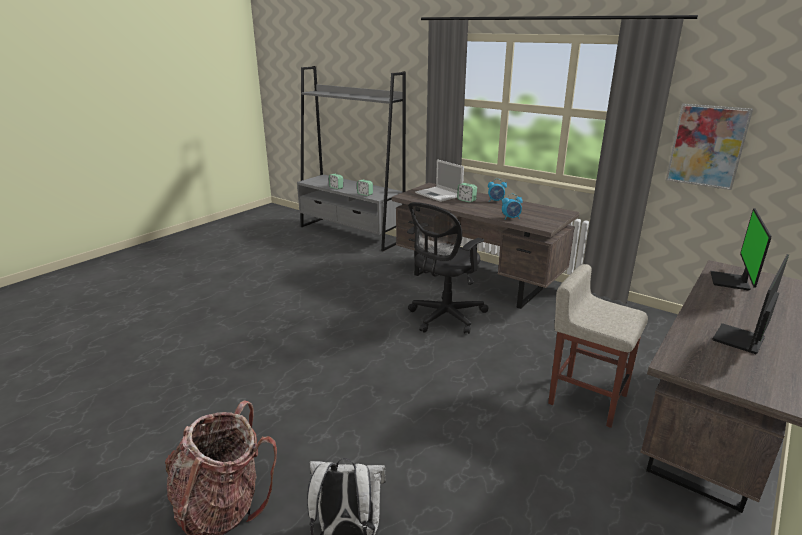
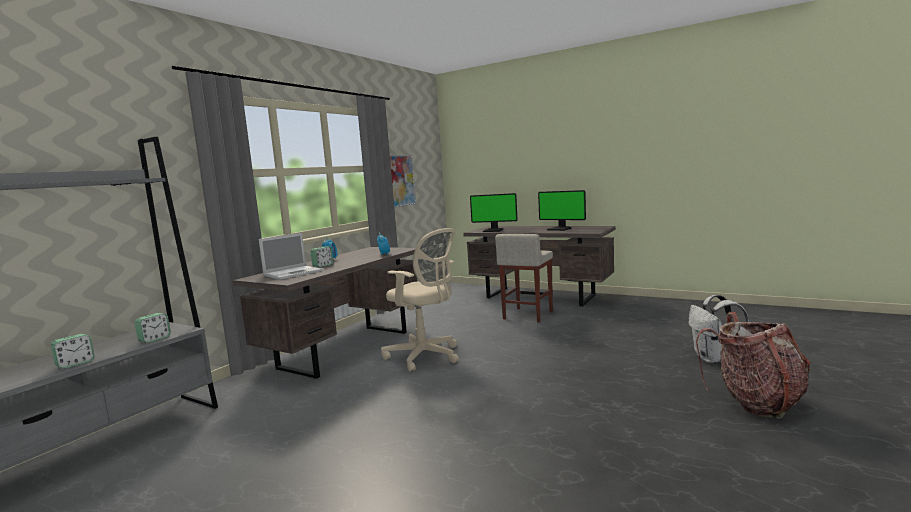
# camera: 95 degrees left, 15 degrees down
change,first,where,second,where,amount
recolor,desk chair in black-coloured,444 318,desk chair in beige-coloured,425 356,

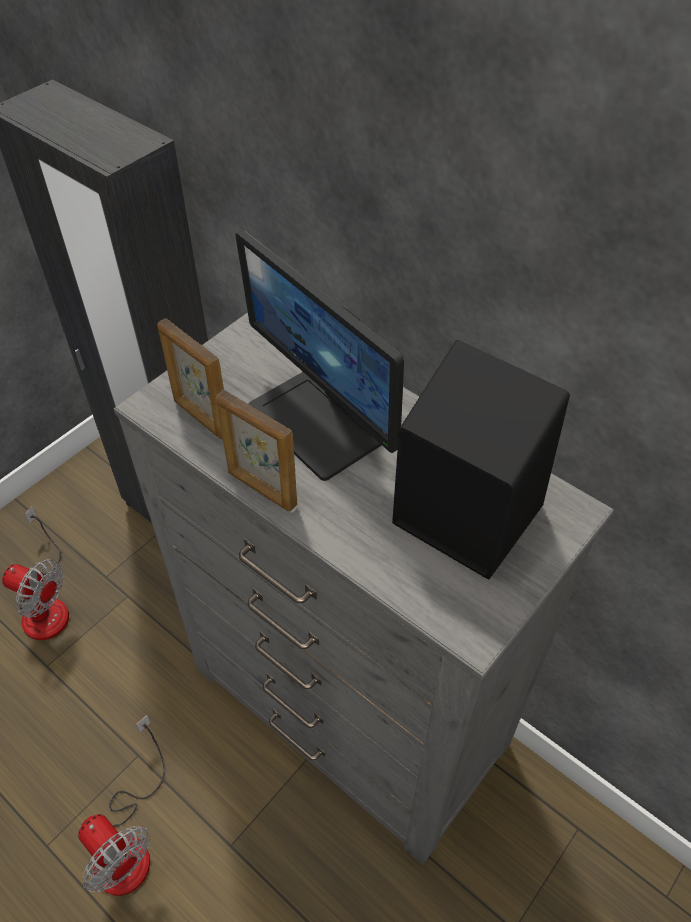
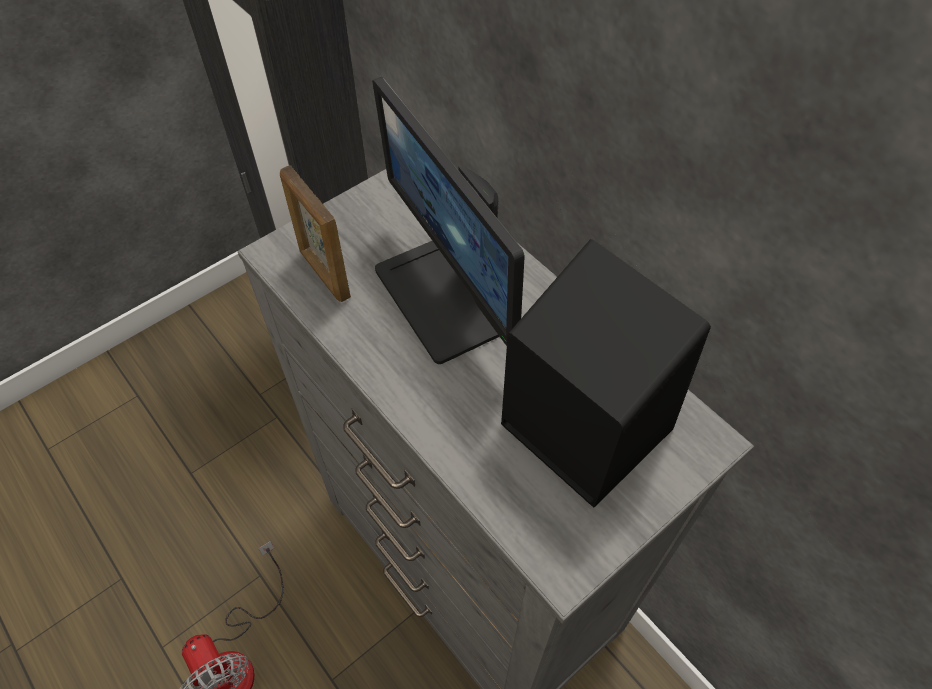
# camera: 10 degrees right, 5 degrees up
change,first,where,second,where,amount
delete,photo frame,261 489,,,
delete,cooling fan,46 604,,,

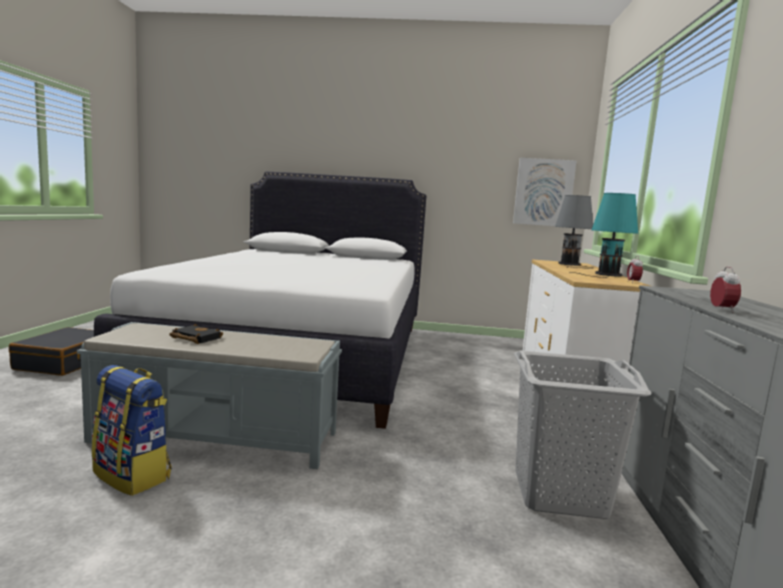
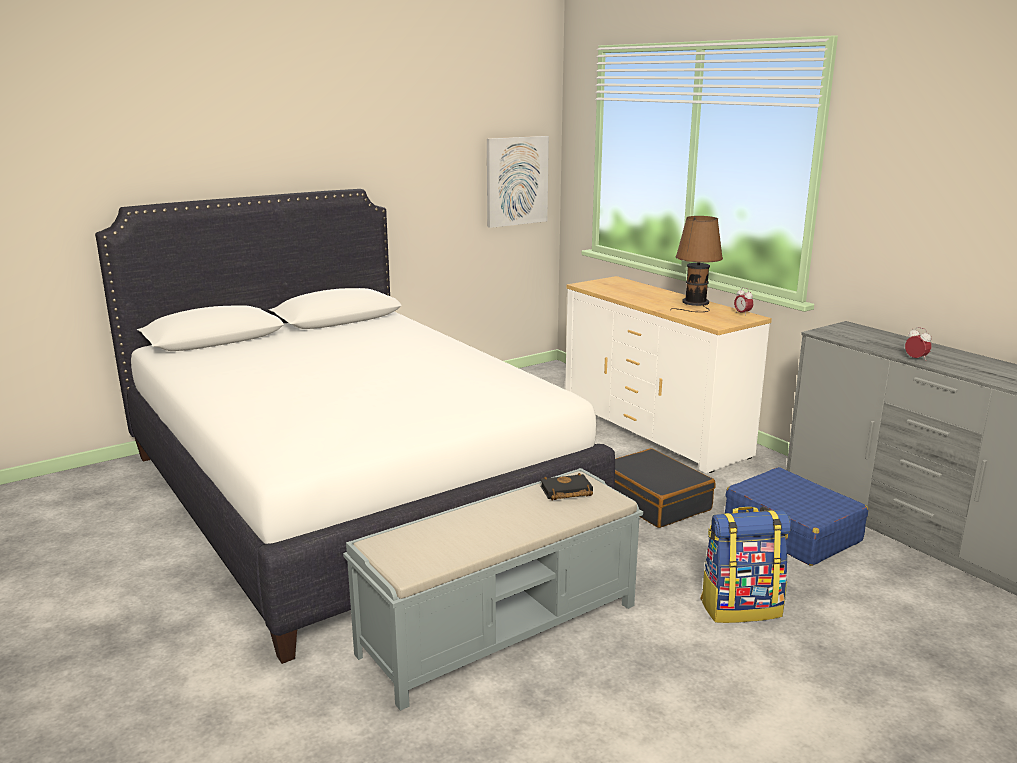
# camera: 40 degrees left, 10 degrees up
change,first,where,second,where,amount
recolor,lamp for a table in blue-green,606 275,lamp for a table in brownish,695 303,
delete,lamp for a table in greyish,570 265,,,
move,bound book in black-coloured,194 338,,565 492,
move,travel case in black-coloured,66 362,,654 501,
replace,laundry basket in greyish,560 494,travel case in blue,792 531,
move,backpack,133 475,,741 607,

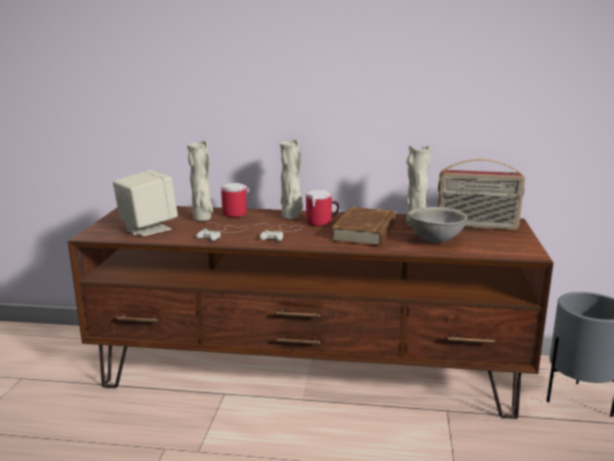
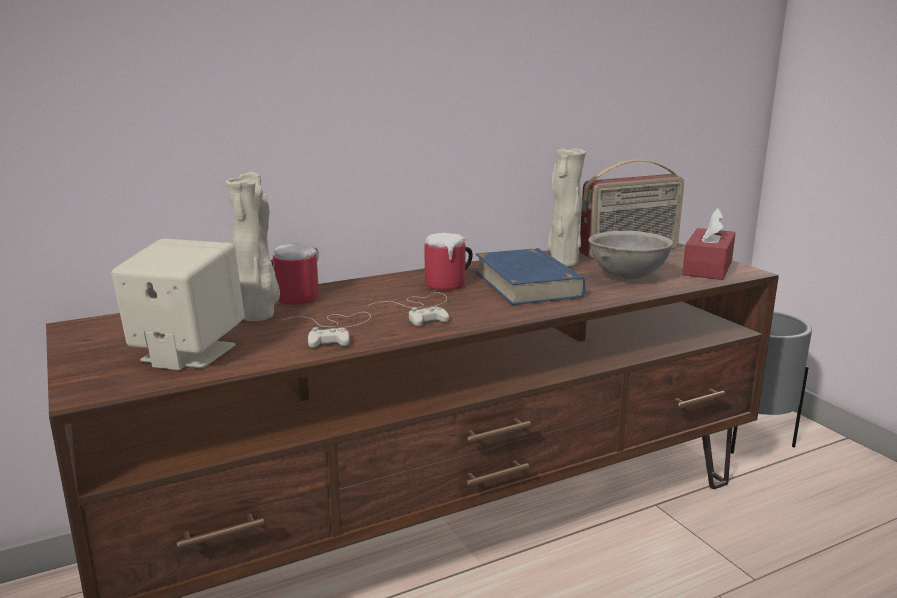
# camera: 35 degrees left, 0 degrees up
change,first,where,second,where,amount
delete,flower vase in beige-coloured,291 217,,,
recolor,bound book in brownish,365 231,bound book in blue,527 284,
insert,,,tissue holder in red,707 268,

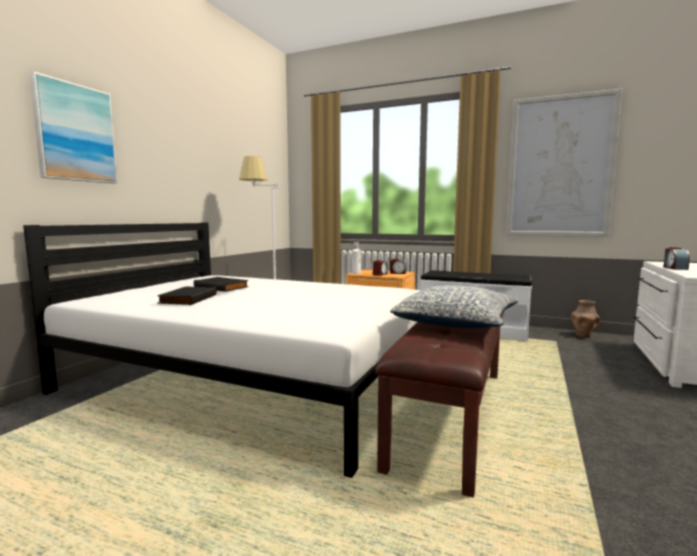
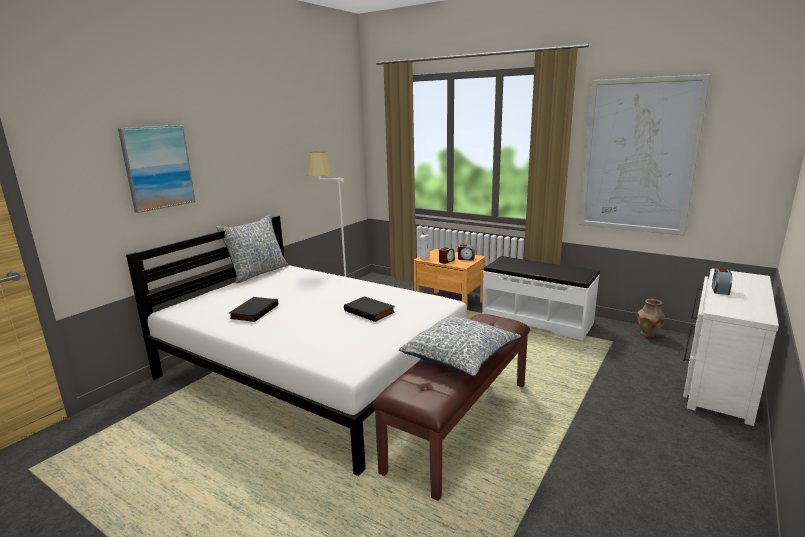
# camera: 10 degrees right, 10 degrees up
change,first,where,second,where,amount
move,bound book in black-coloured,222 287,,370 311,
insert,,,throw pillow,257 273,

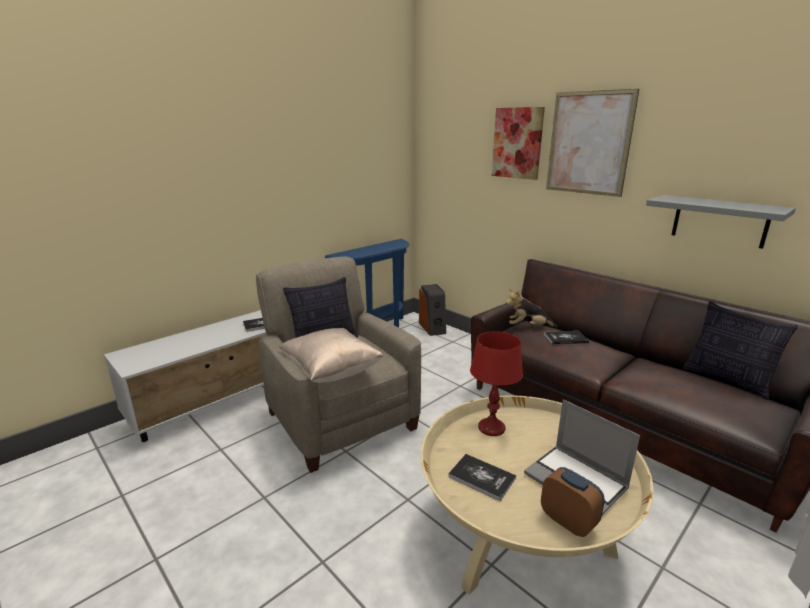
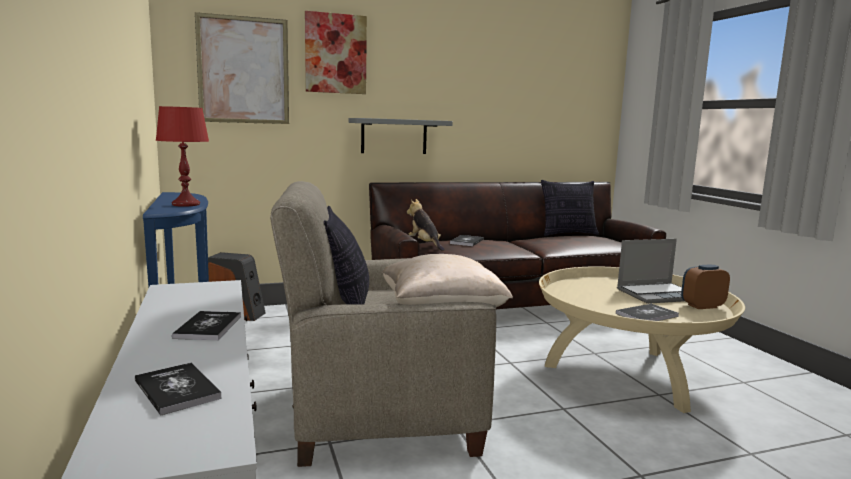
# camera: 65 degrees left, 10 degrees down
change,first,where,second,where,amount
move,wall art,588 143,,243 70,
move,wall shelf in greyish,719 221,,394 136,
rotate,cuddly toy,528 327,,425 245,120 degrees clockwise
move,lamp for a table in red,491 428,,185 204,
insert,,,bound book,177 389,

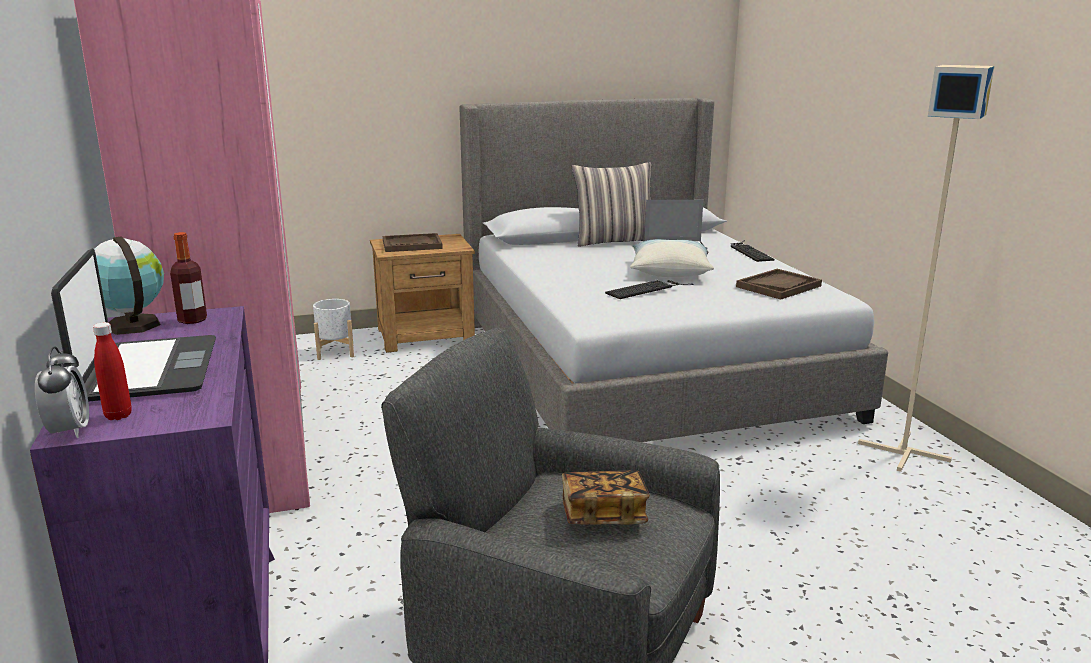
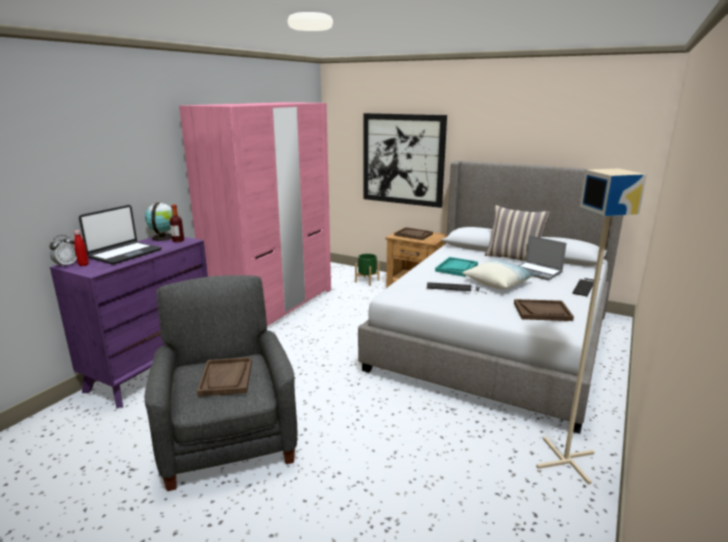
# camera: 45 degrees right, 0 degrees up
change,first,where,second,where,amount
recolor,flower pot in white,335 352,flower pot in green-coloured,367 281,
replace,bound book,603 515,tray in brownish,226 378,
insert,,,wall art,403 159,
insert,,,tray in blue-green,456 268,

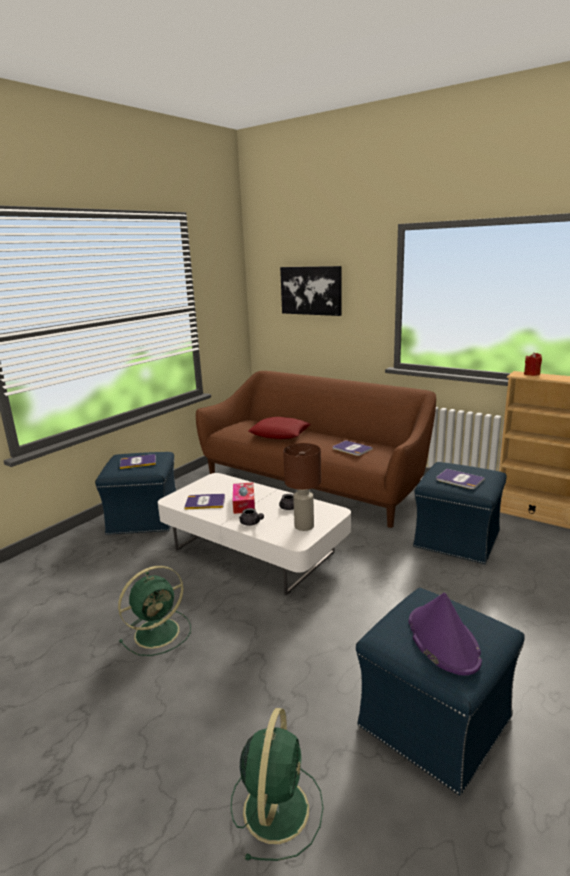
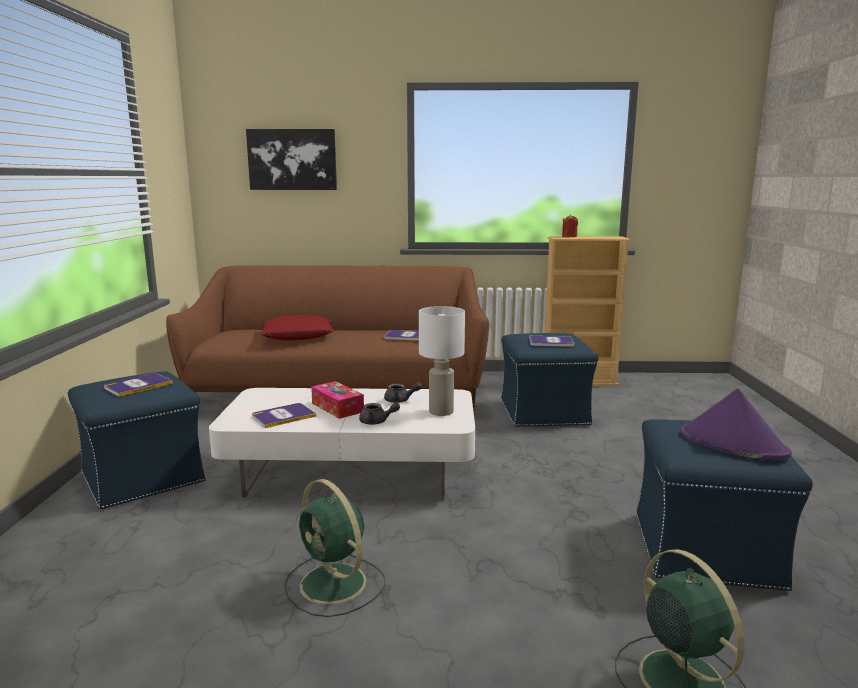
# camera: 35 degrees left, 5 degrees down
change,first,where,second,where,amount
recolor,lamp for a table in brownish,304 526,lamp for a table in white,441 411,
rotate,cooling fan in green-coloured,159 632,,335 585,120 degrees clockwise

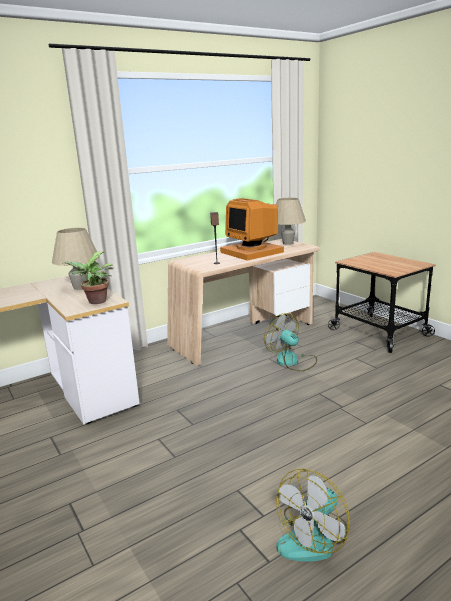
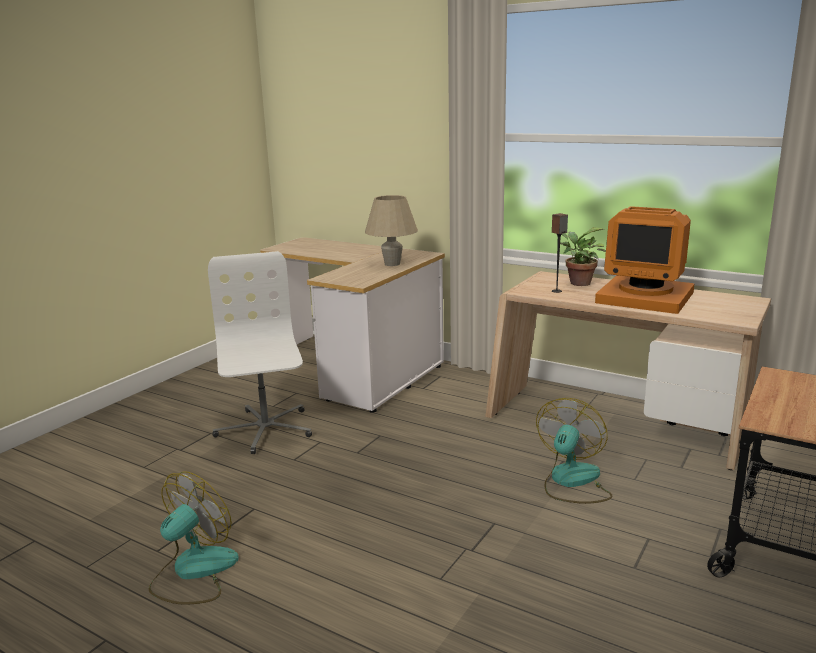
# camera: 65 degrees right, 0 degrees up
change,first,where,second,where,amount
rotate,monitor,252 252,,646 297,90 degrees counterclockwise
delete,lamp for a table in beige-coloured,288 243,,,
move,houseplant,95 302,,577 283,
rotate,cooling fan,314 537,,193 572,105 degrees clockwise
insert,,,desk chair in white,265 429,

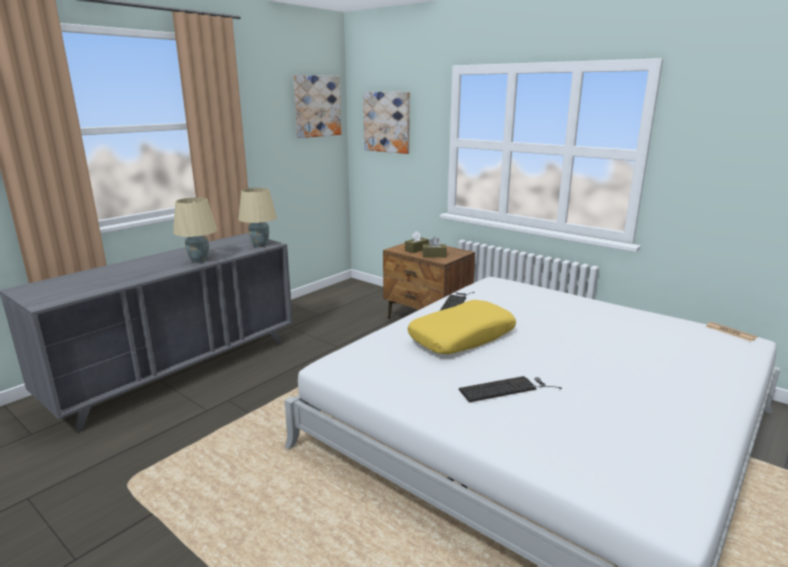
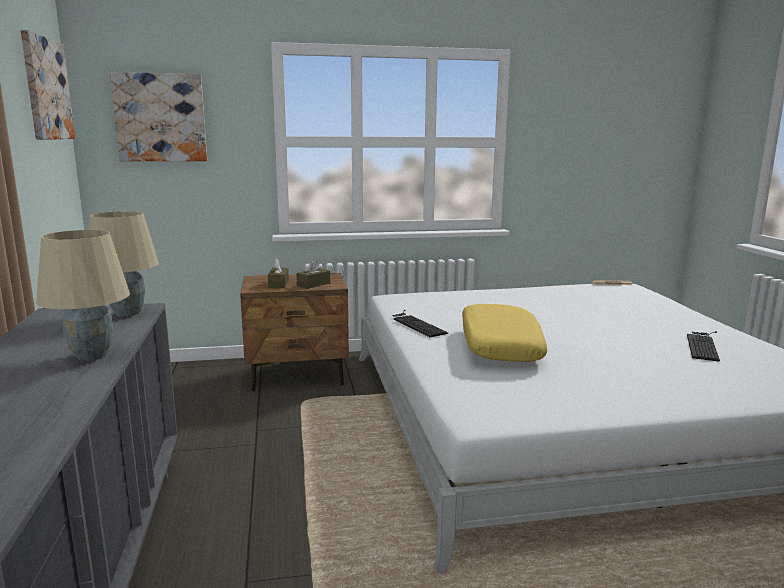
# camera: 50 degrees left, 5 degrees down
change,first,where,second,where,amount
move,keyboard,507 389,,703 345,

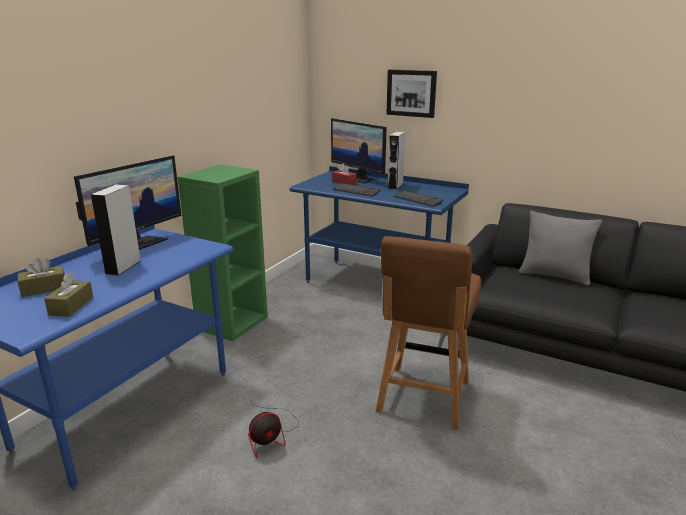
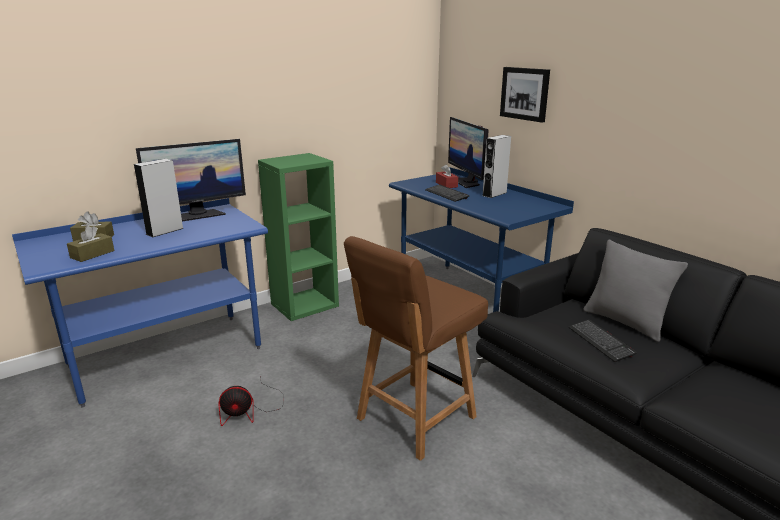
# camera: 25 degrees right, 0 degrees up
change,first,where,second,where,amount
move,keyboard,418 200,,600 341,

